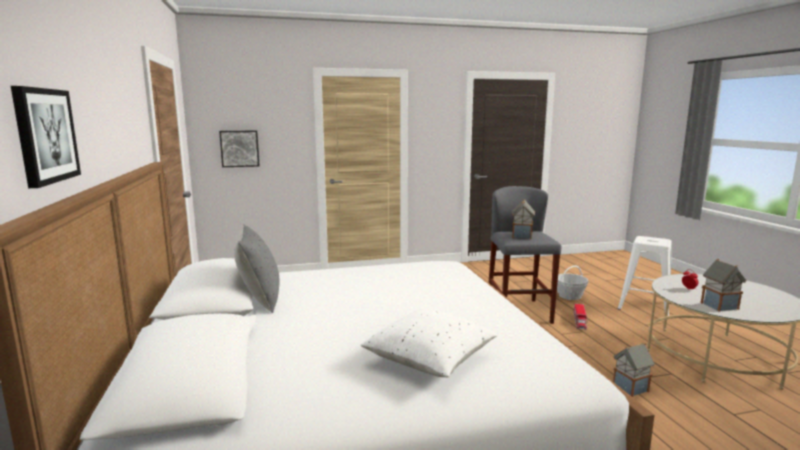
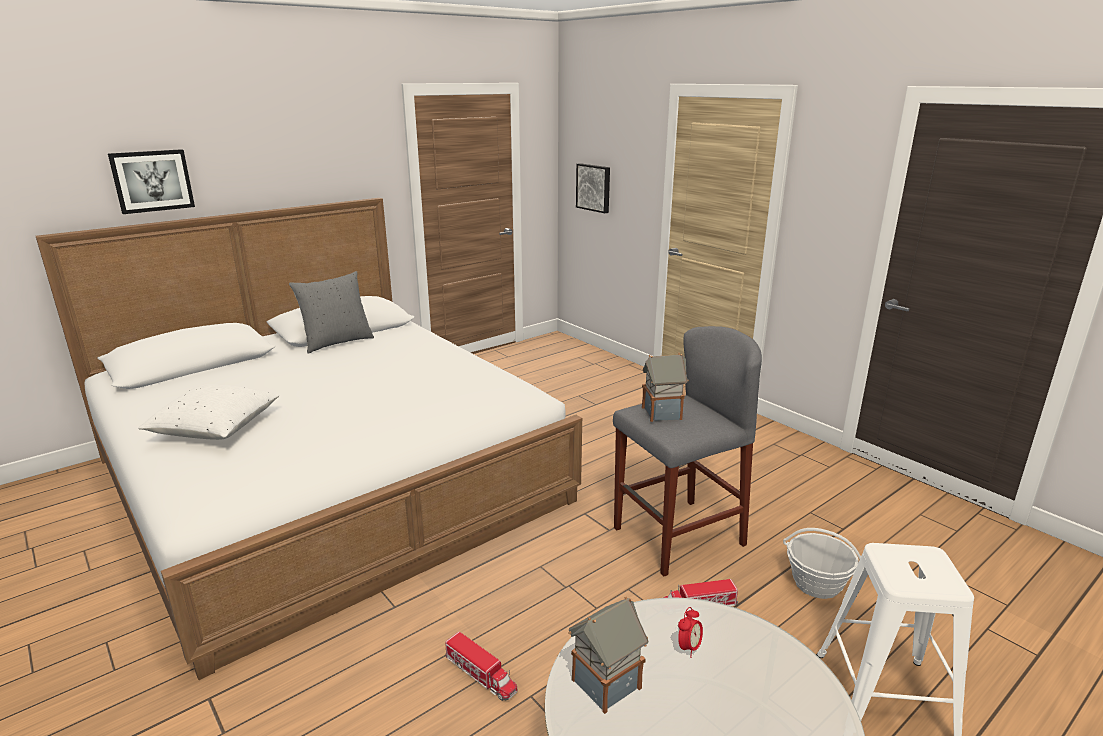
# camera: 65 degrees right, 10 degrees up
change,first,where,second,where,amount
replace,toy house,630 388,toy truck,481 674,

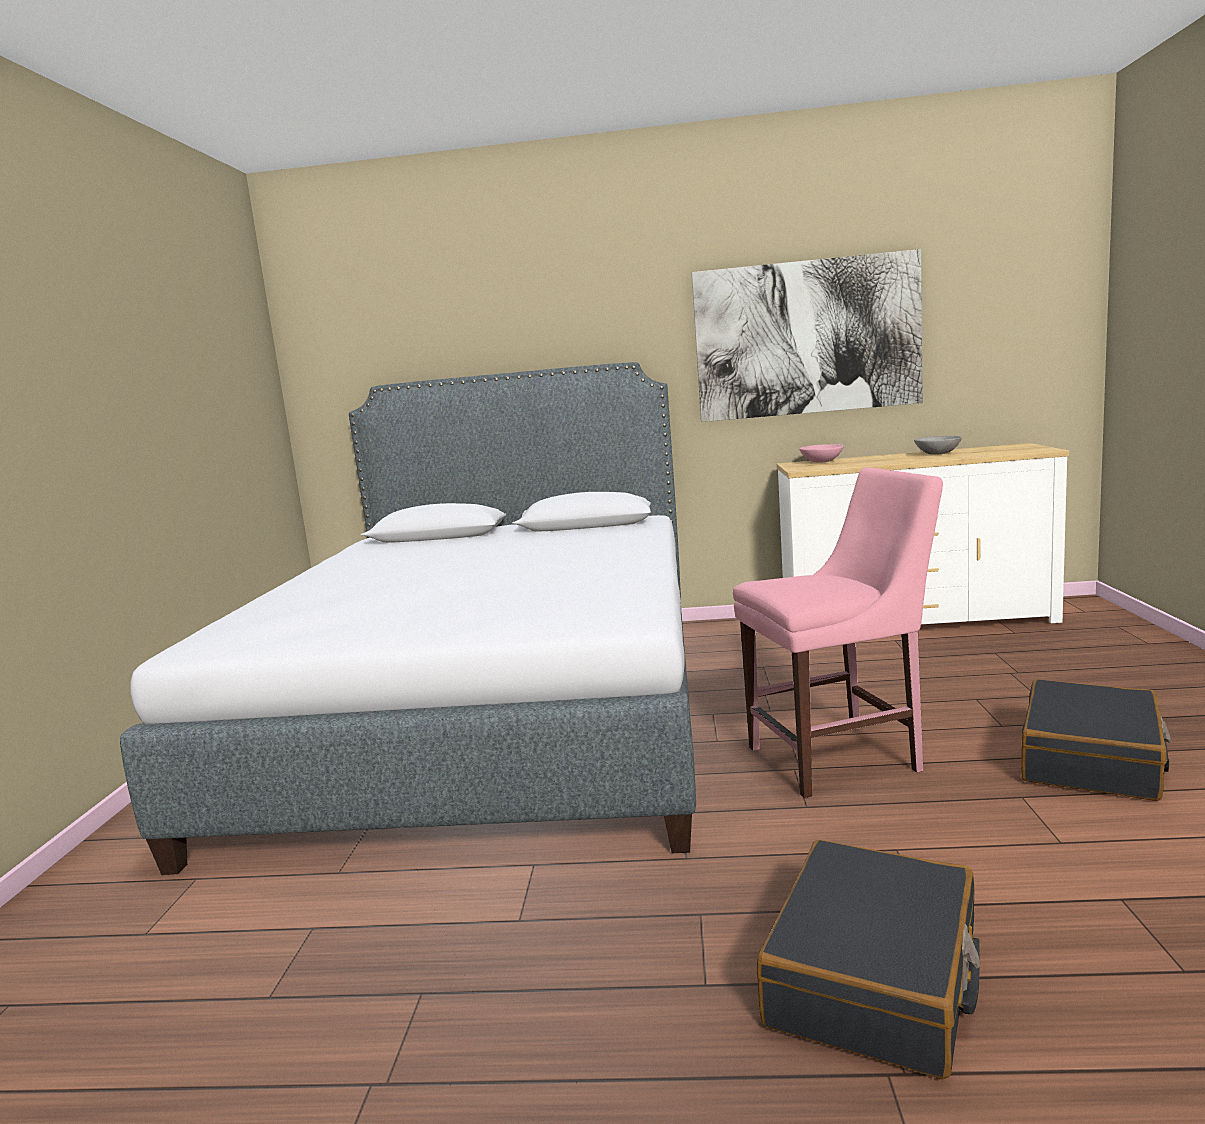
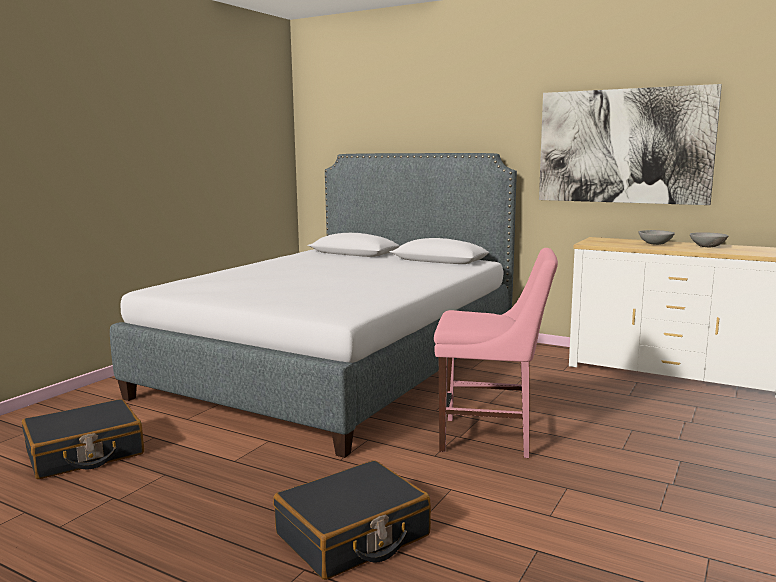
# camera: 25 degrees right, 0 degrees up
change,first,where,second,where,amount
delete,deep dish in pink,821 461,,,
move,travel case in black-coloured,1091 760,,85 453,
insert,,,deep dish in greyish,655 244,

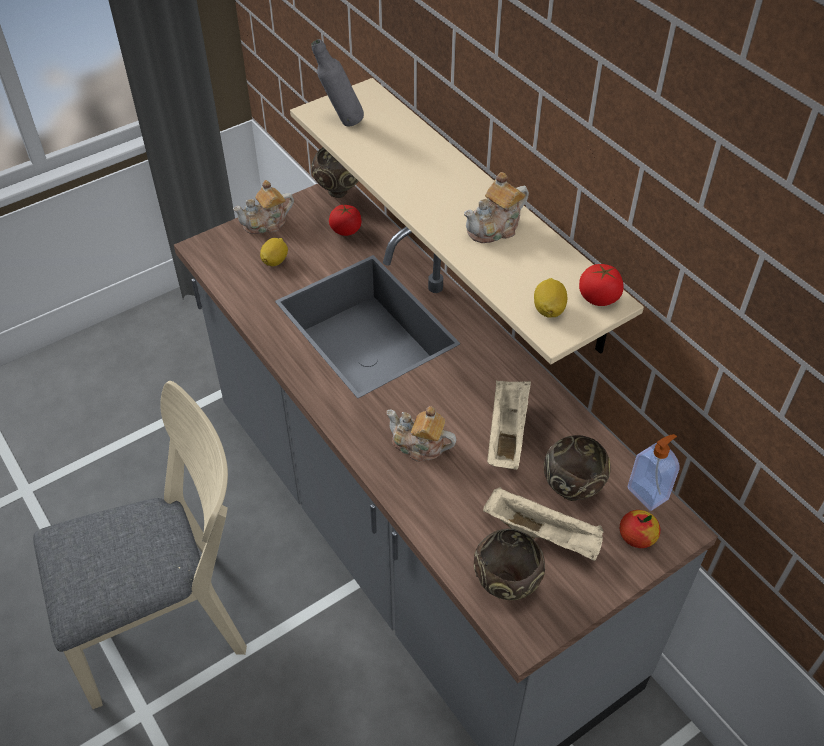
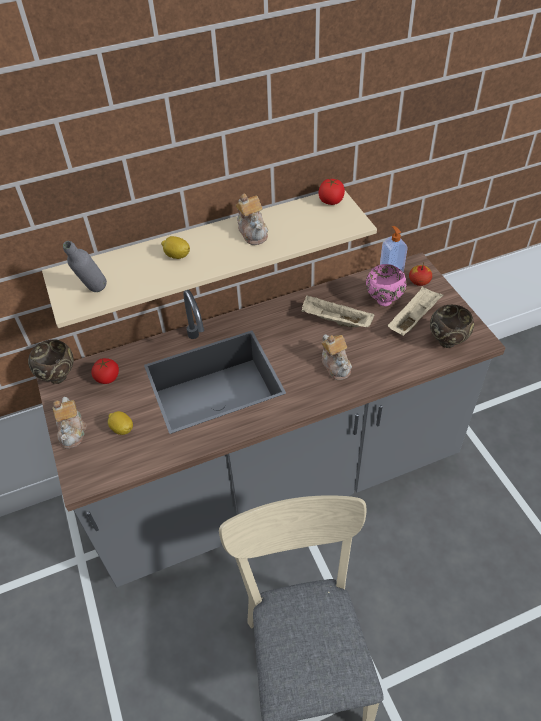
# camera: 75 degrees left, 0 degrees up
change,first,where,second,where,amount
move,whole lemon,548 309,,177 256,
rotate,pot for tea,419 445,,336 365,60 degrees counterclockwise
recolor,deep dish in brownish,572 489,deep dish in pink,383 300,

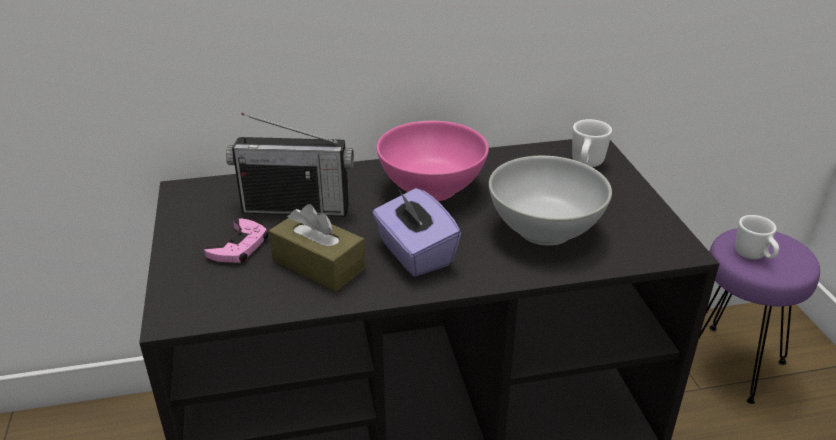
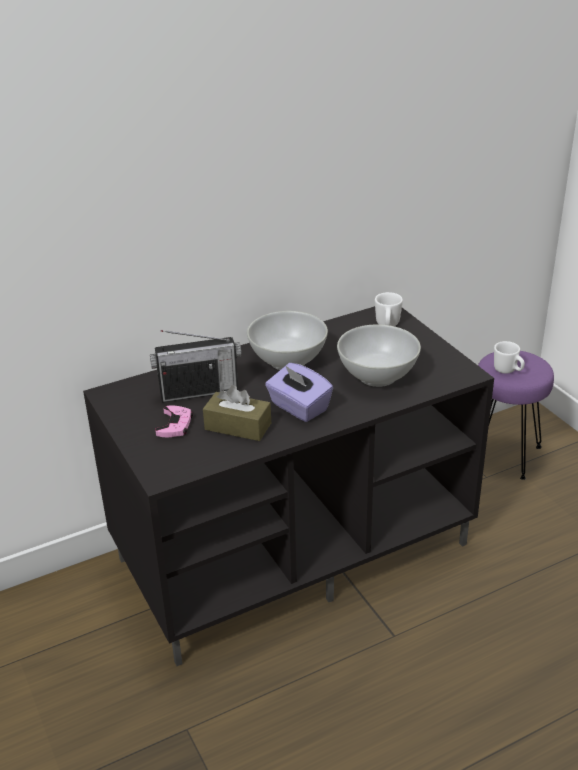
# camera: 15 degrees left, 0 degrees up
change,first,where,second,where,amount
recolor,deep dish in pink,432 189,deep dish in white,288 361,

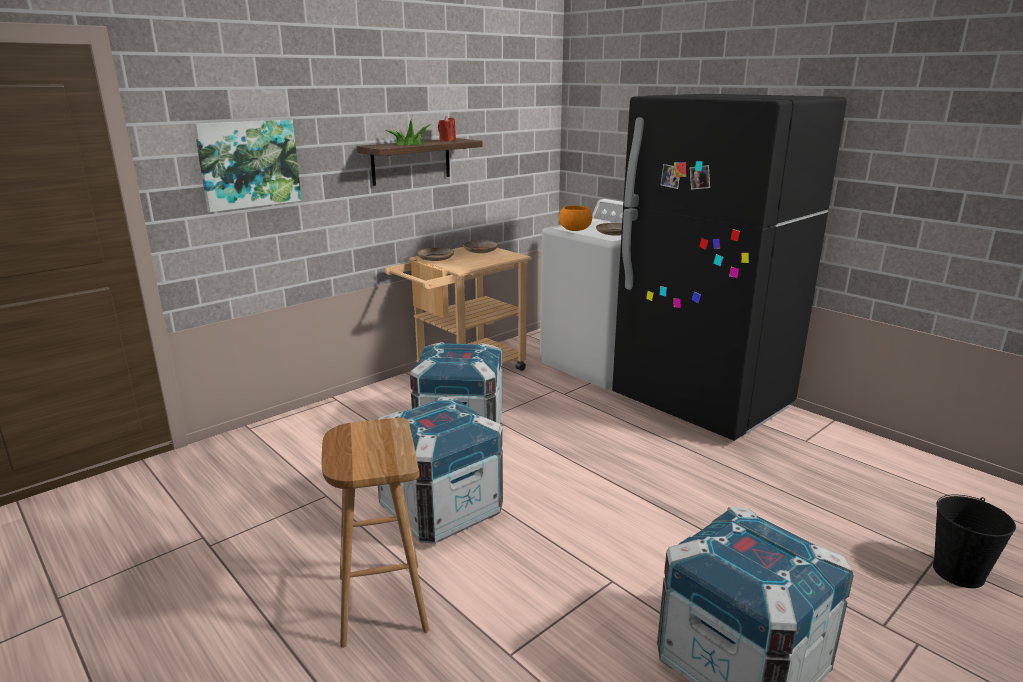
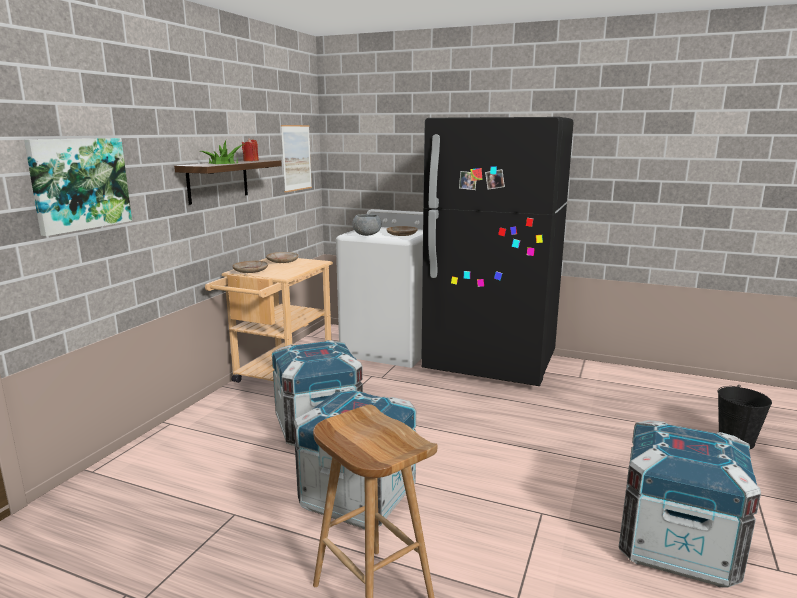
# camera: 25 degrees left, 5 degrees down
change,first,where,second,where,amount
recolor,deep dish in orange,575 230,deep dish in greyish,367 235,
insert,,,wall art,296 158,

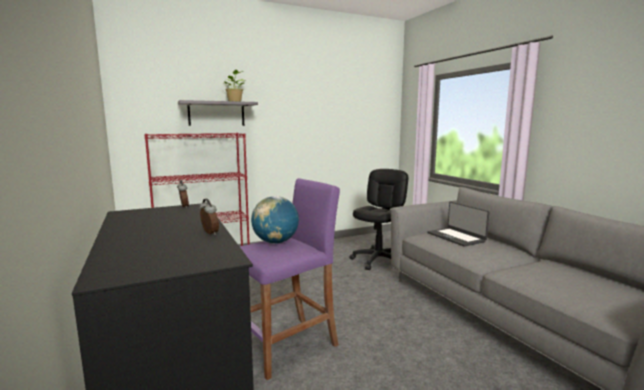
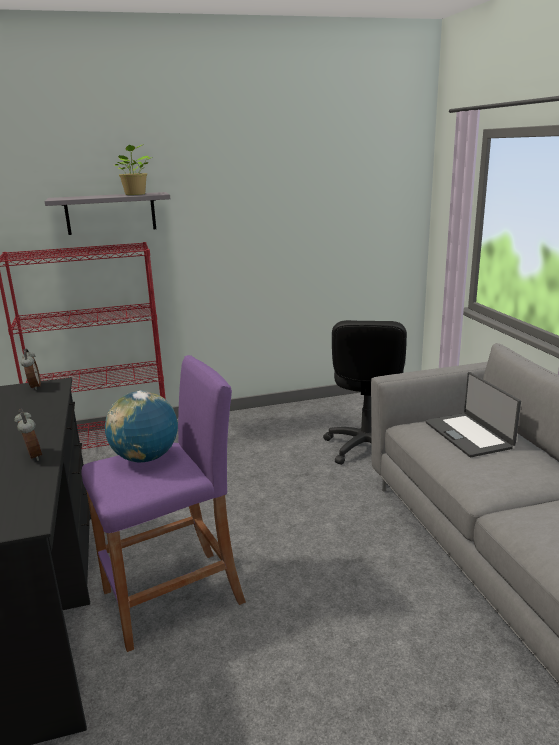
# camera: 10 degrees right, 10 degrees up
change,first,where,second,where,amount
rotate,desk chair in black-coloured,378 261,,366 447,150 degrees clockwise

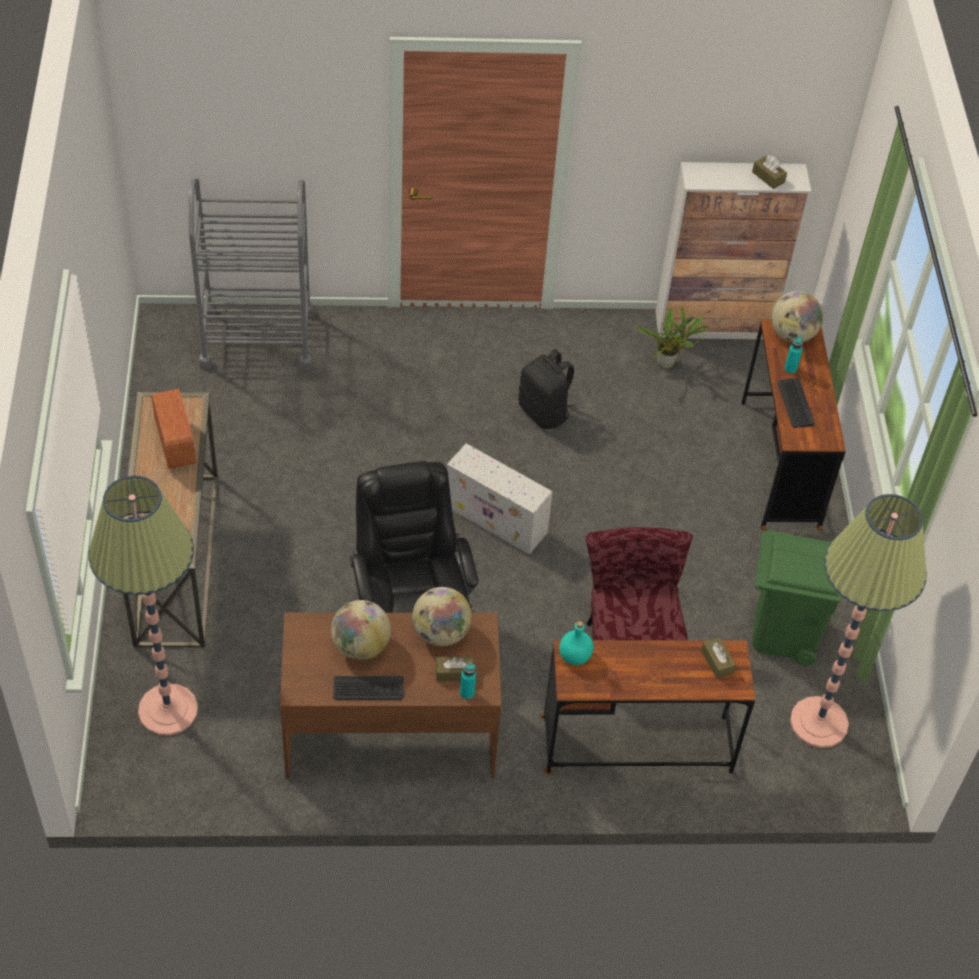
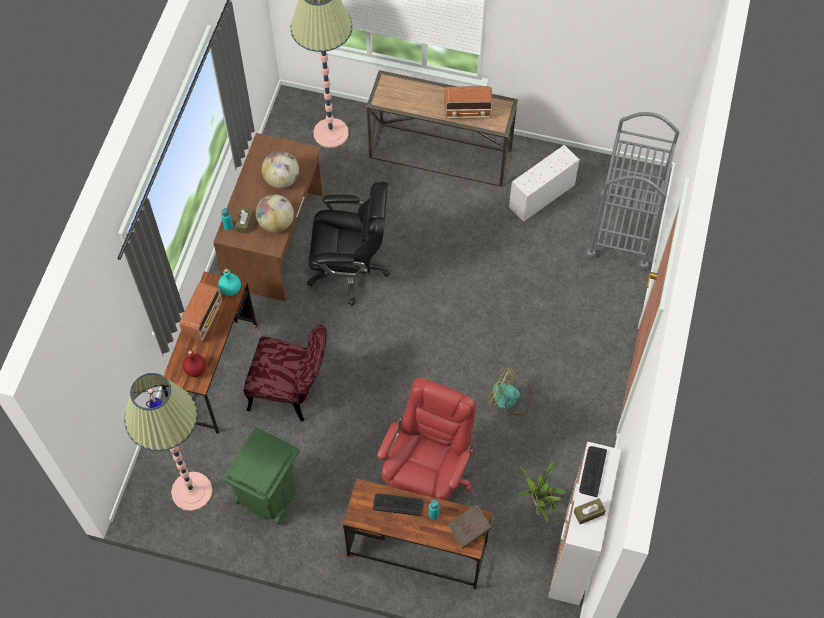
# camera: 110 degrees right, 10 degrees up
change,first,where,second,where,amount
replace,globe,792 334,bound book in brownish,469 529,
replace,backpack in black-coloured,544 412,cooling fan,510 399,
move,storage container in white,497 520,,541 196,
replace,tissue holder in brownish,717 662,bottle in red,195 370,
move,keyboard,368 689,,592 471,
insert,,,radio receiver,203 319,
insert,,,desk chair in red,427 477,

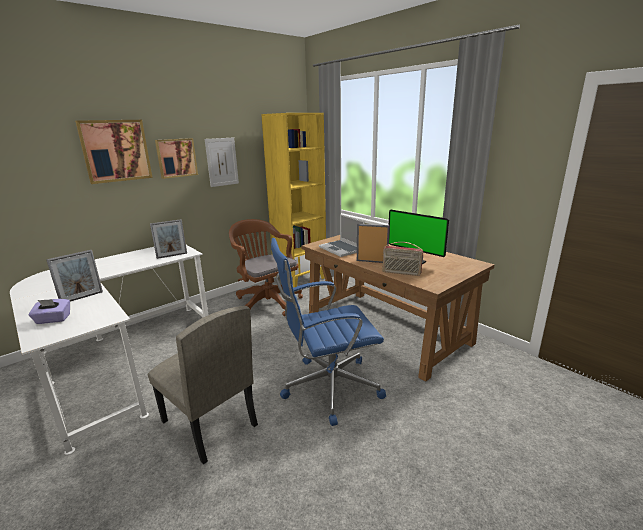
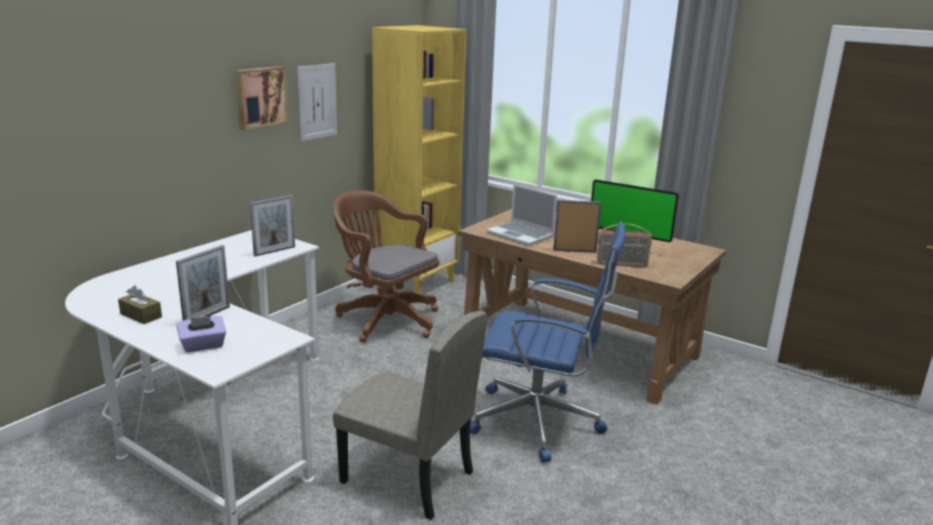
# camera: 15 degrees left, 0 degrees up
change,first,where,second,where,amount
delete,wall art,116 151,,,
rotate,desk chair in blue,328 387,,540 422,135 degrees counterclockwise
insert,,,tissue holder in brownish,141 315,

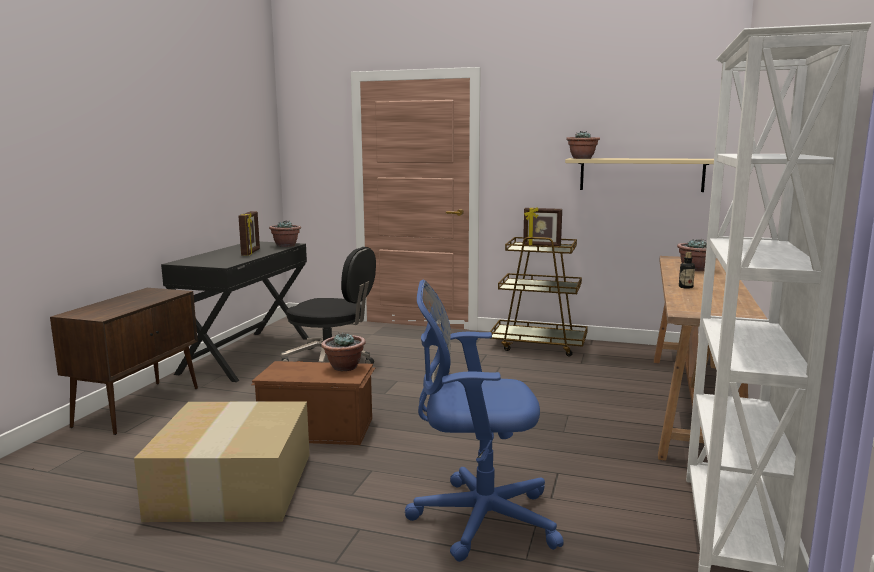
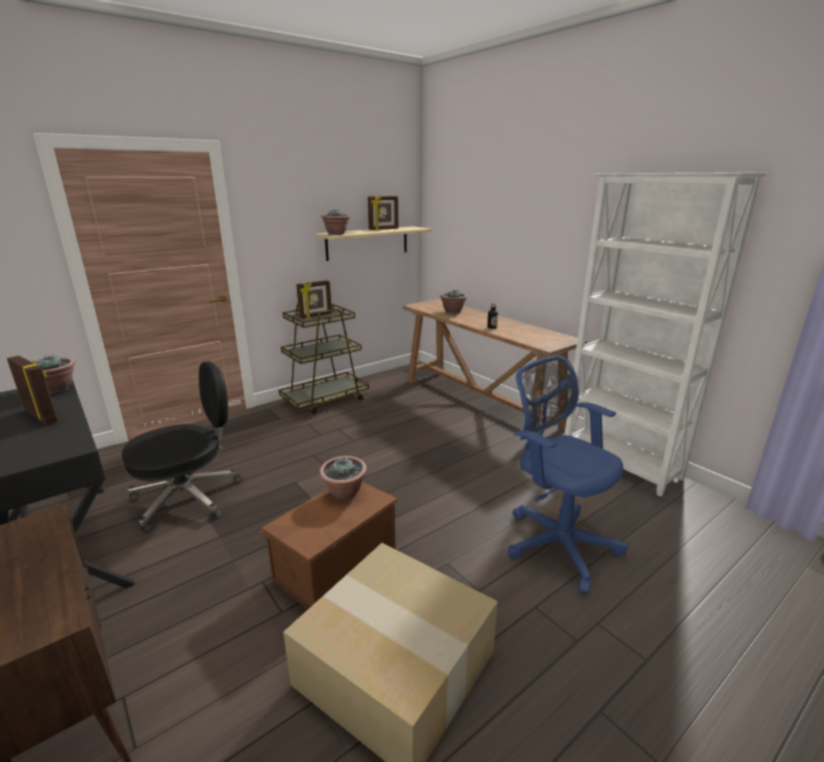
# camera: 55 degrees left, 10 degrees up
change,first,where,second,where,amount
rotate,desk chair in blue,477 518,,556 542,105 degrees clockwise
insert,,,photo frame,384 229,

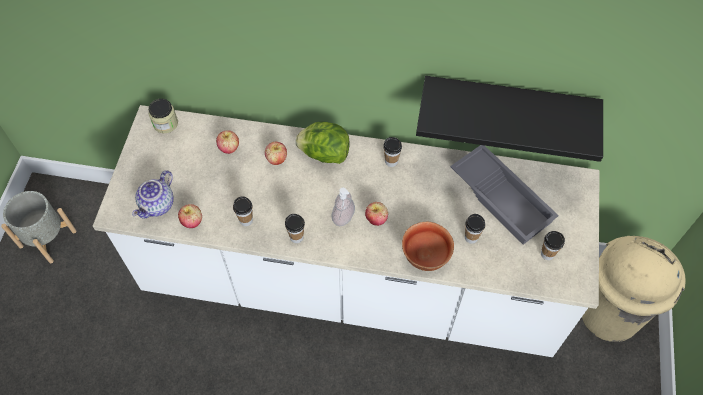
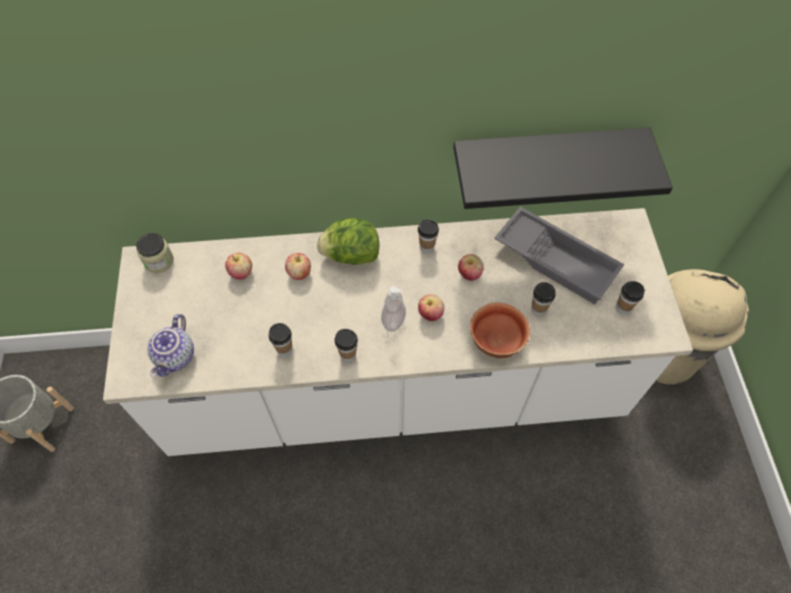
# camera: 15 degrees left, 0 degrees up
change,first,where,second,where,amount
move,apple,192 222,,469 274,

